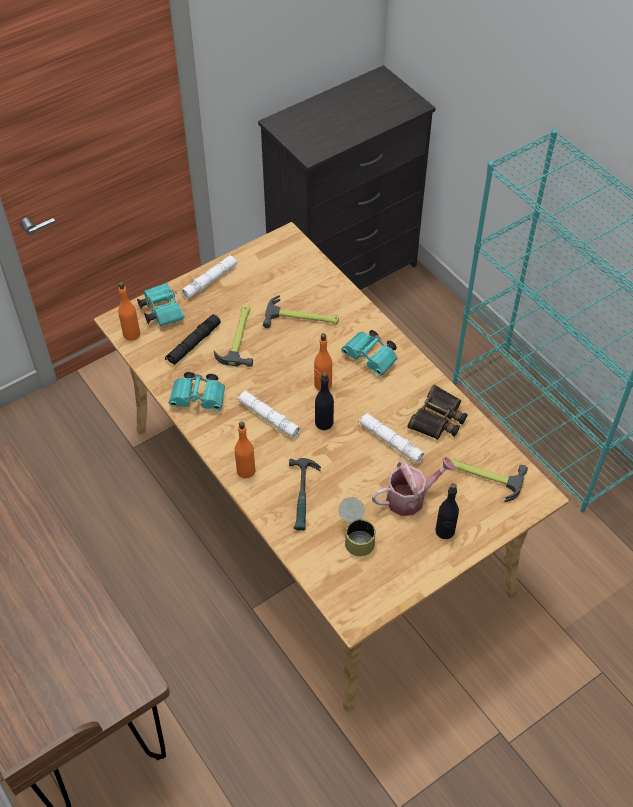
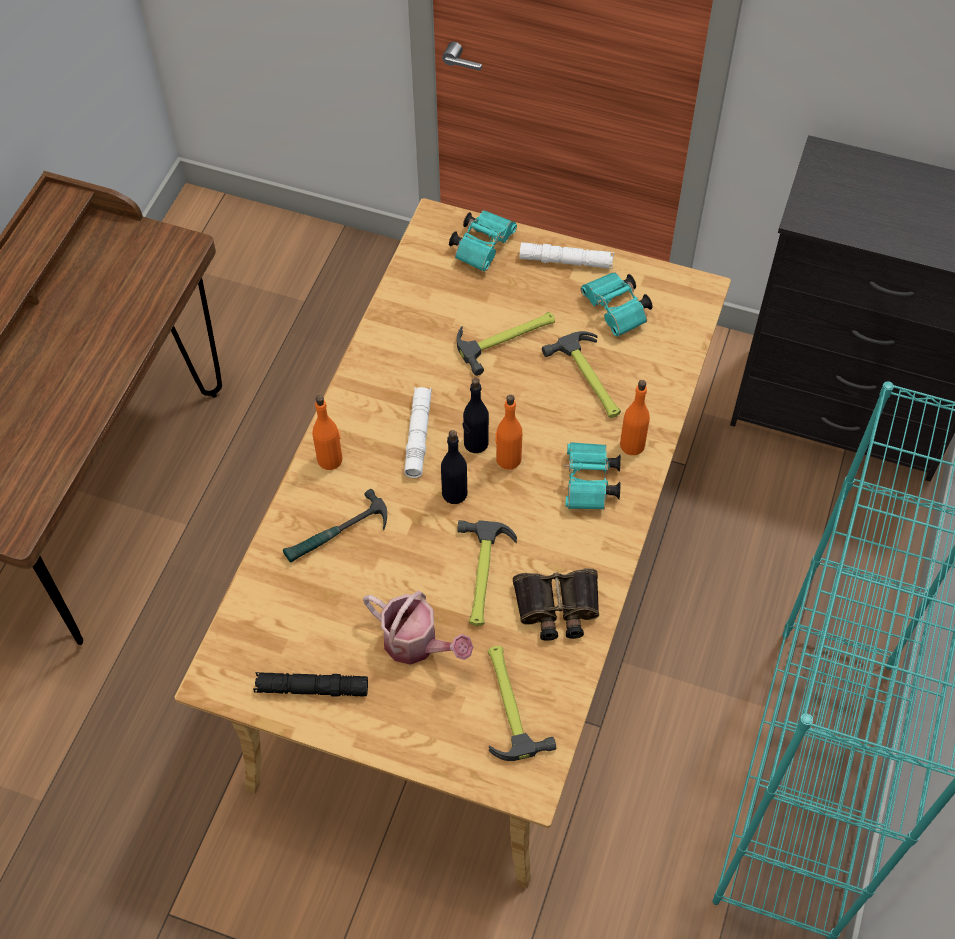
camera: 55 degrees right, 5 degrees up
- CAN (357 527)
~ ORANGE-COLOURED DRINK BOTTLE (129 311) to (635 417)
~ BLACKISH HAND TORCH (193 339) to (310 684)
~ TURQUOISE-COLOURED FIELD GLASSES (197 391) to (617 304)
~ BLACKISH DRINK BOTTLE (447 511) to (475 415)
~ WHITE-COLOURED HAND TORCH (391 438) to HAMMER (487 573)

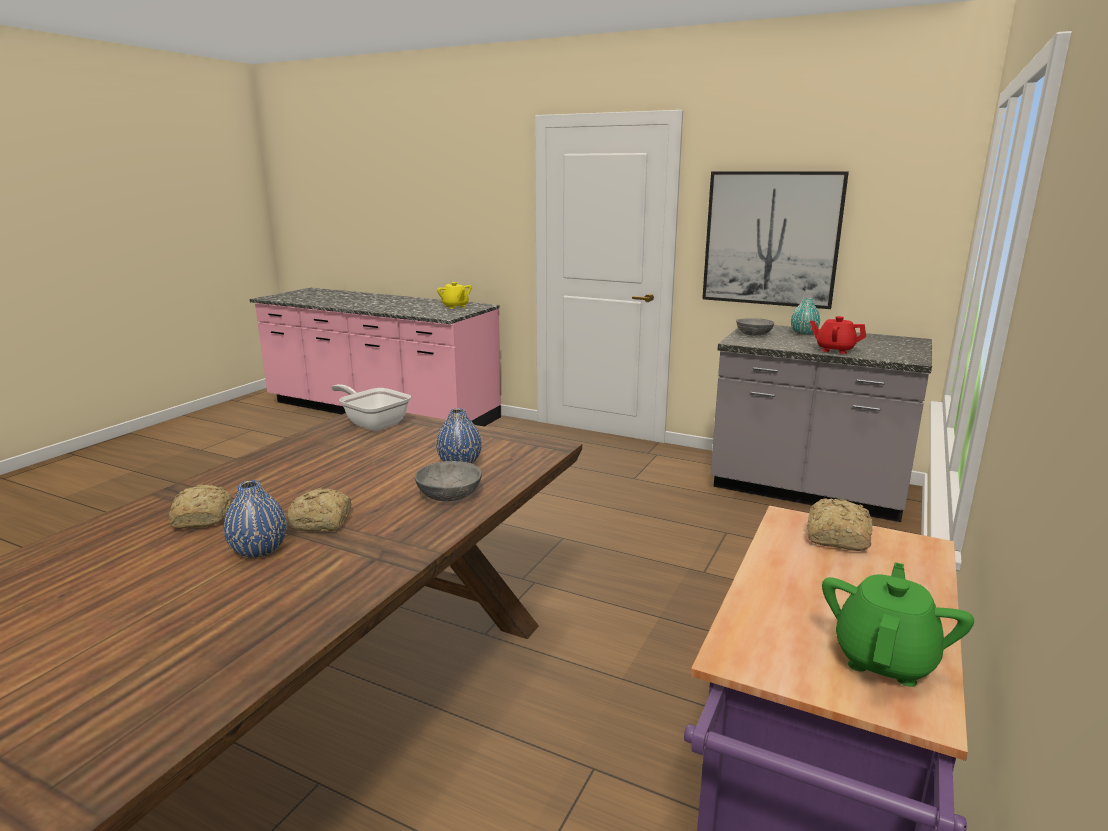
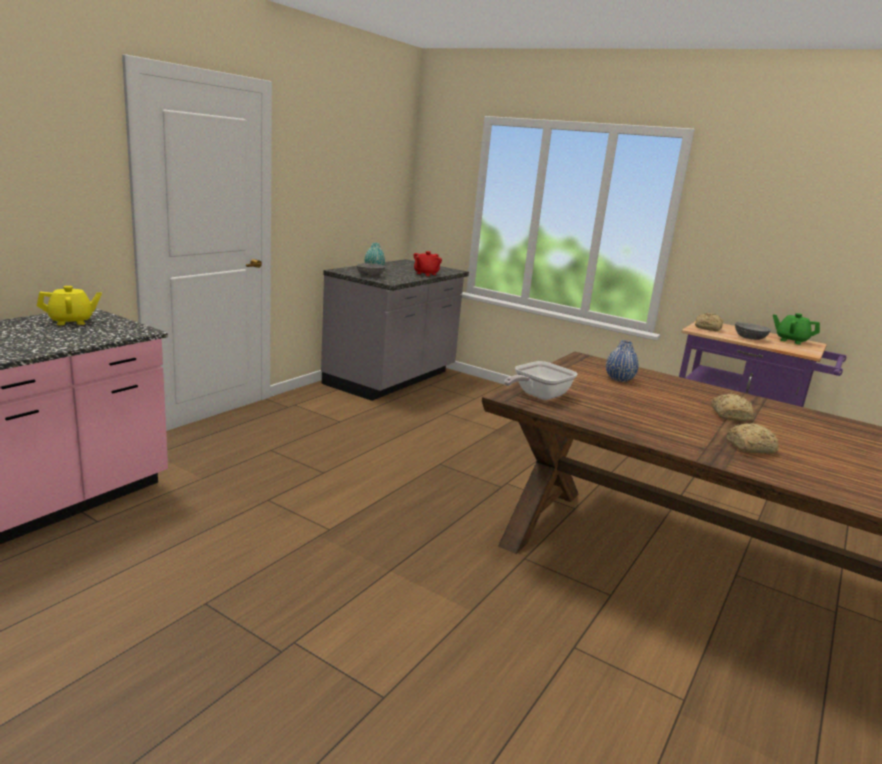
camera: 85 degrees left, 0 degrees up
- BLUISH DECORATIVE VASE (255 519)
- WALL ART (775 240)
~ GREY BOWL (448 481) to (753 331)

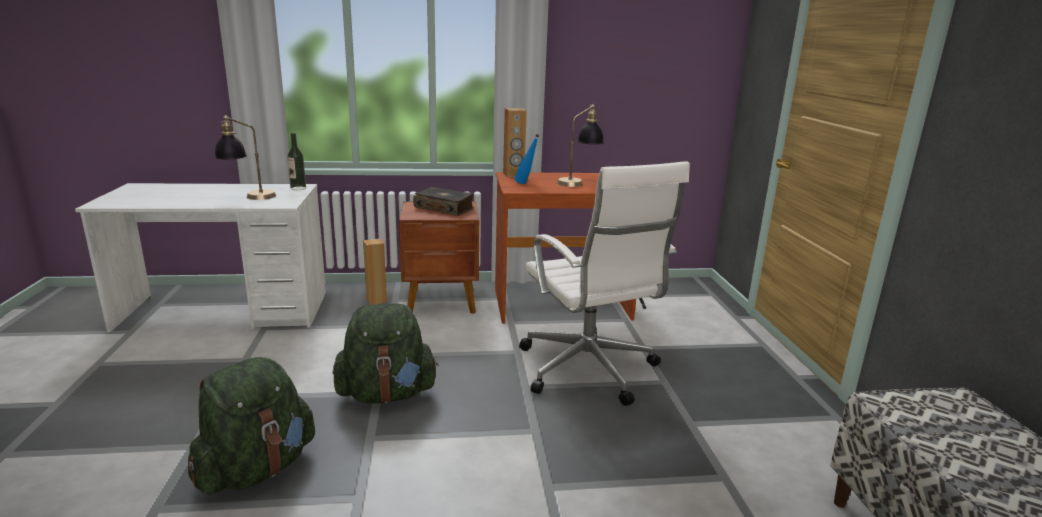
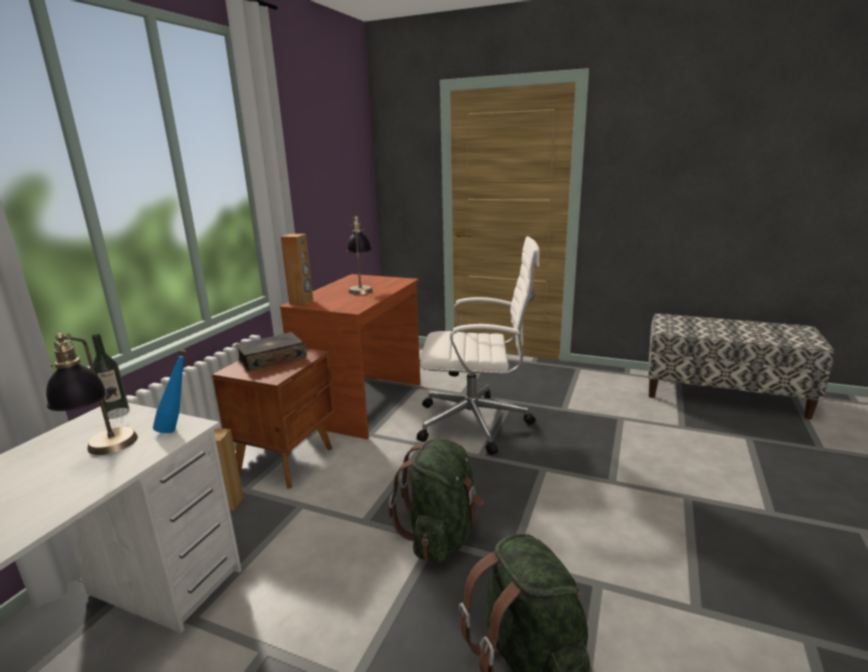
camera: 60 degrees left, 0 degrees up
~ BLUISH DRINK BOTTLE (527 159) to (169 391)

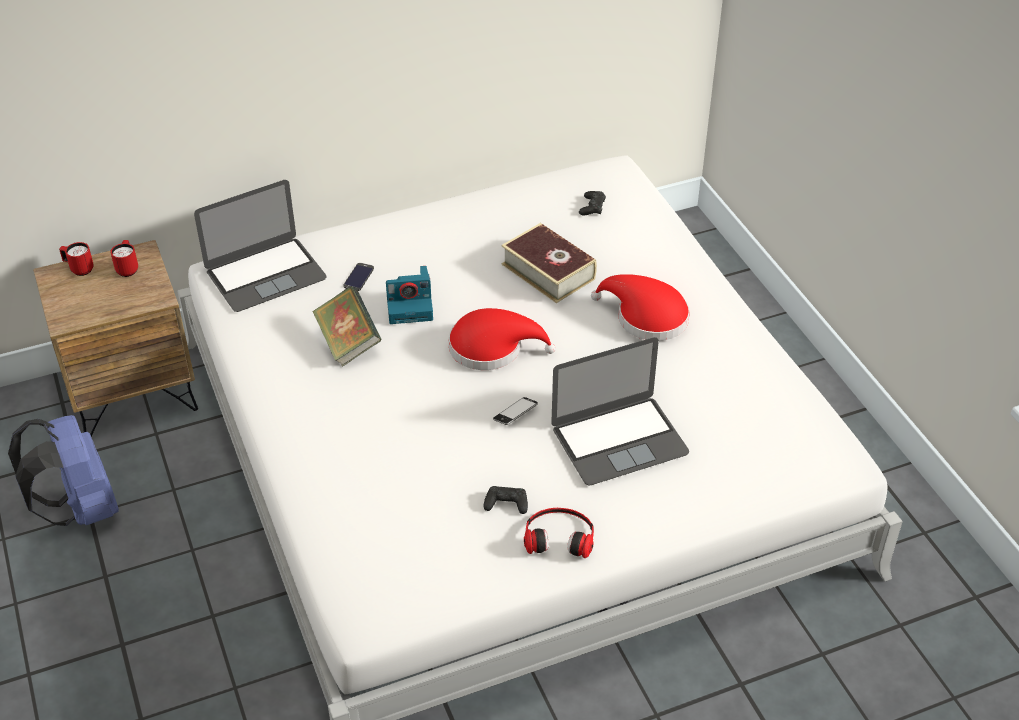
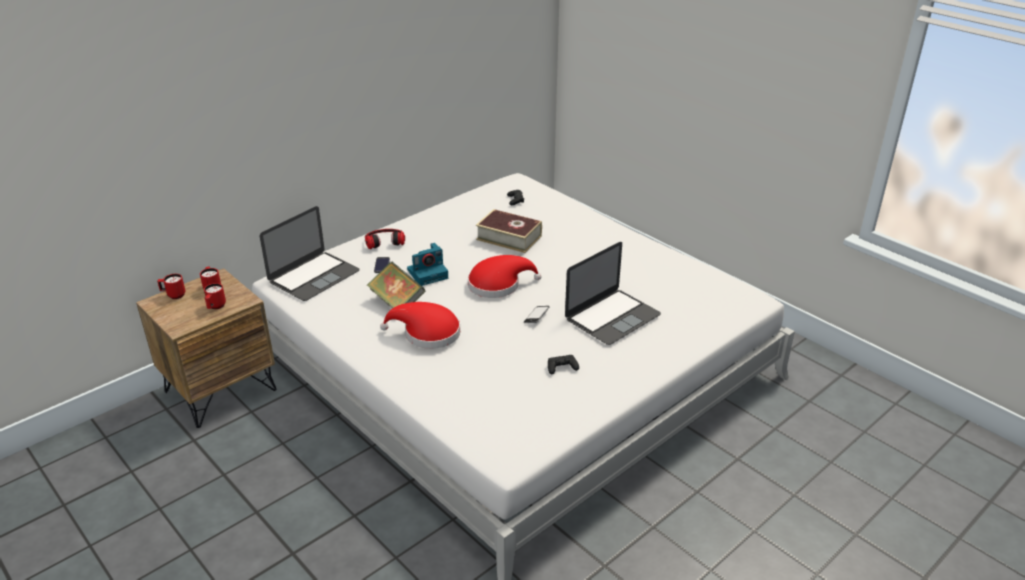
camera: 20 degrees left, 10 degrees down
- BLUISH BACKPACK (63 470)
+ RED MUG (215 296)
~ HEADSET (559 533) to (385 239)
~ RED WEARABLE HAT (640 307) to (420 325)

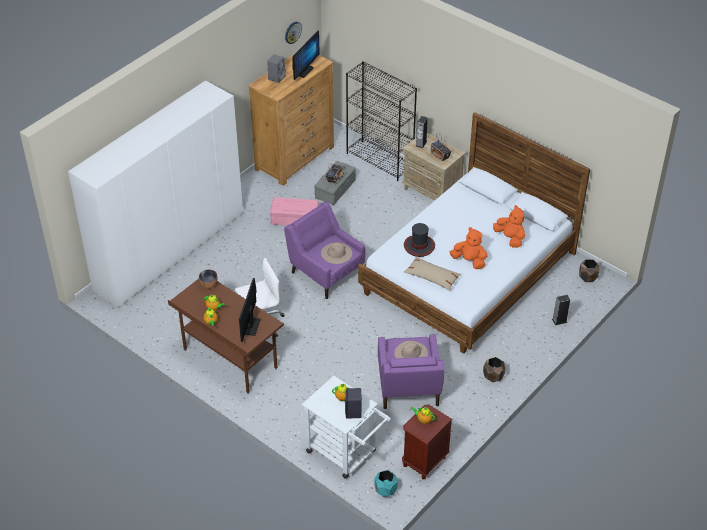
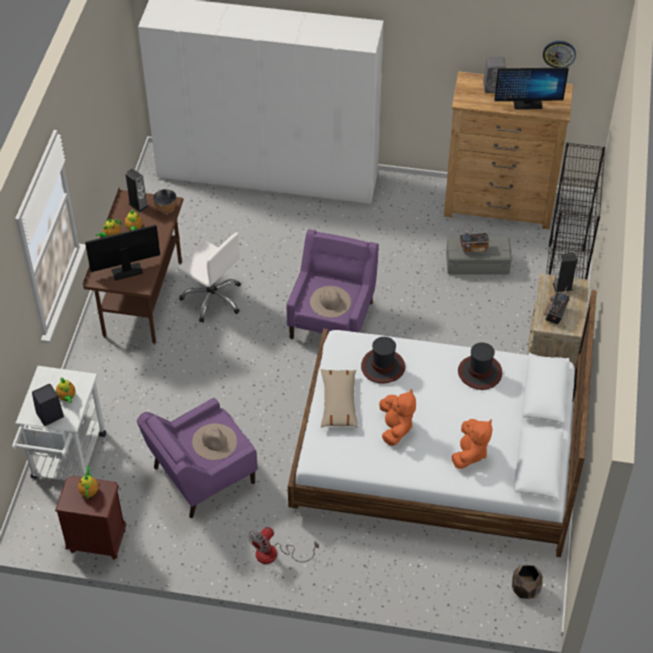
camera: 60 degrees right, 5 degrees up
- PINK STORAGE CONTAINER (294 211)
- TURQUOISE-COLOURED FLOWER POT (386 483)
+ WEARABLE HAT (480 366)
~ SPEAKER (561 310) to (136 190)
~ BROWN FLOWER POT (494 369) to ELECTRIC FAN (283 545)

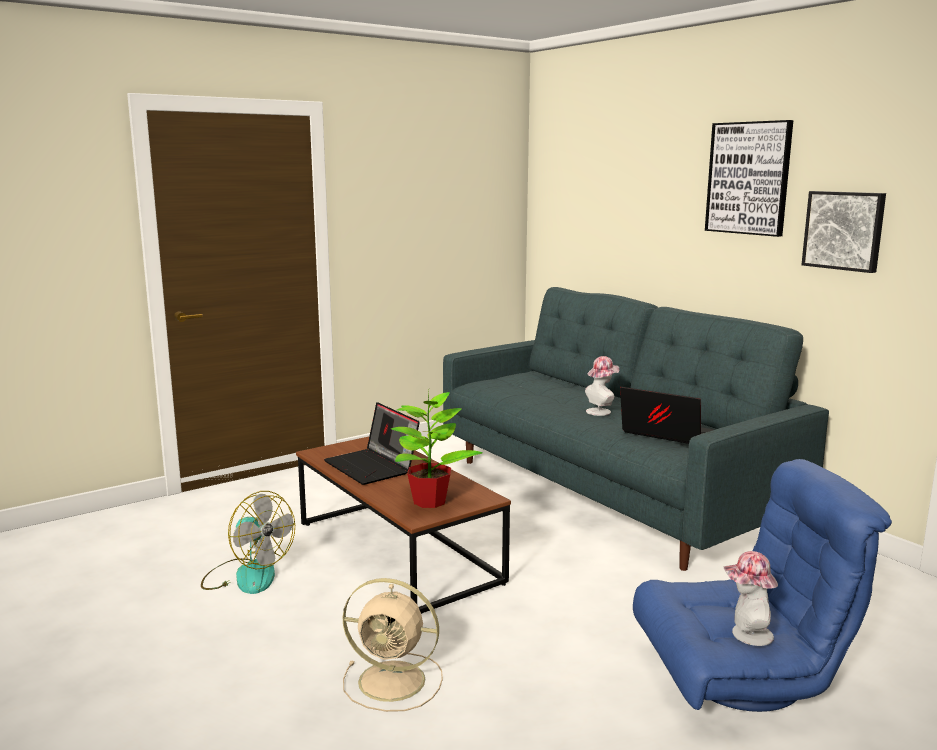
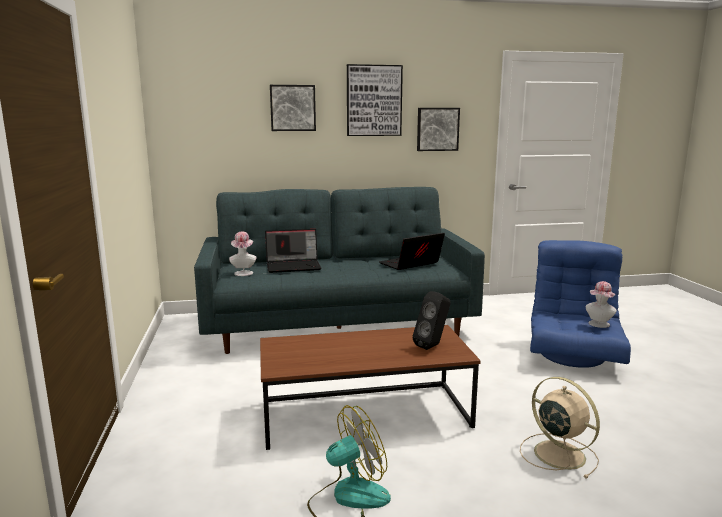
camera: 65 degrees left, 0 degrees up
+ WALL ART (293 108)
~ NOTEBOOK COMPUTER (372 443) to (293 251)
~ WEARABLE HAT (602 386) to (243 253)
~ PLANT IN A POT (437 449) to BLACKISH SPEAKER (431 320)
~ BEIGE ELECTRIC FAN (393 645) = (560 428) 75 degrees counterclockwise

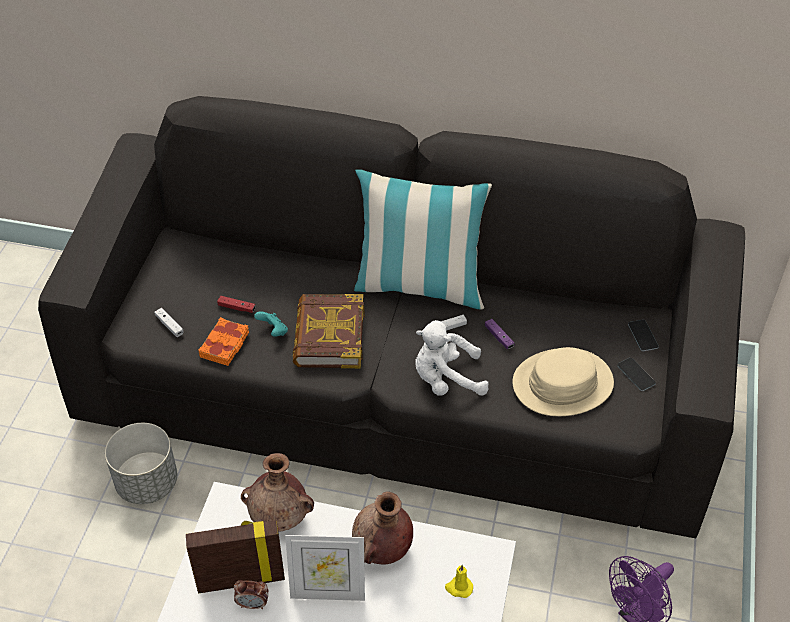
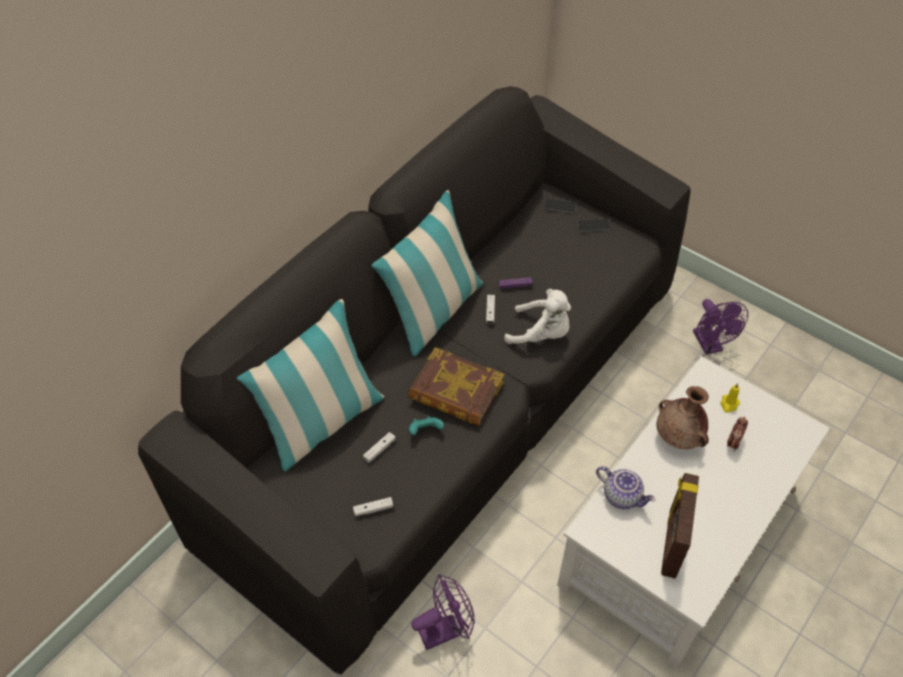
camera: 65 degrees left, 5 degrees up
- ORANGE-COLOURED VOLUME (224 341)
- STANDING FRAME (325 568)
- BEIGE WEARABLE HAT (563 381)
+ PILLOW (310 385)
~ BEDSIDE CLOCK (251 594) to (737 434)
~ GREY FLOWER POT (141 463) to PURPLE-COLOURED ELECTRIC FAN (443 612)
~ BROWN DECORATIVE VASE (277 492) to TEAPOT (625 487)
~ RED JOYPAD (236 304) to WHITE-COLOURED JOYPAD (379 447)
~ WHITE-COLOURED SOFT TOY (452 358) = (537 316) 90 degrees counterclockwise

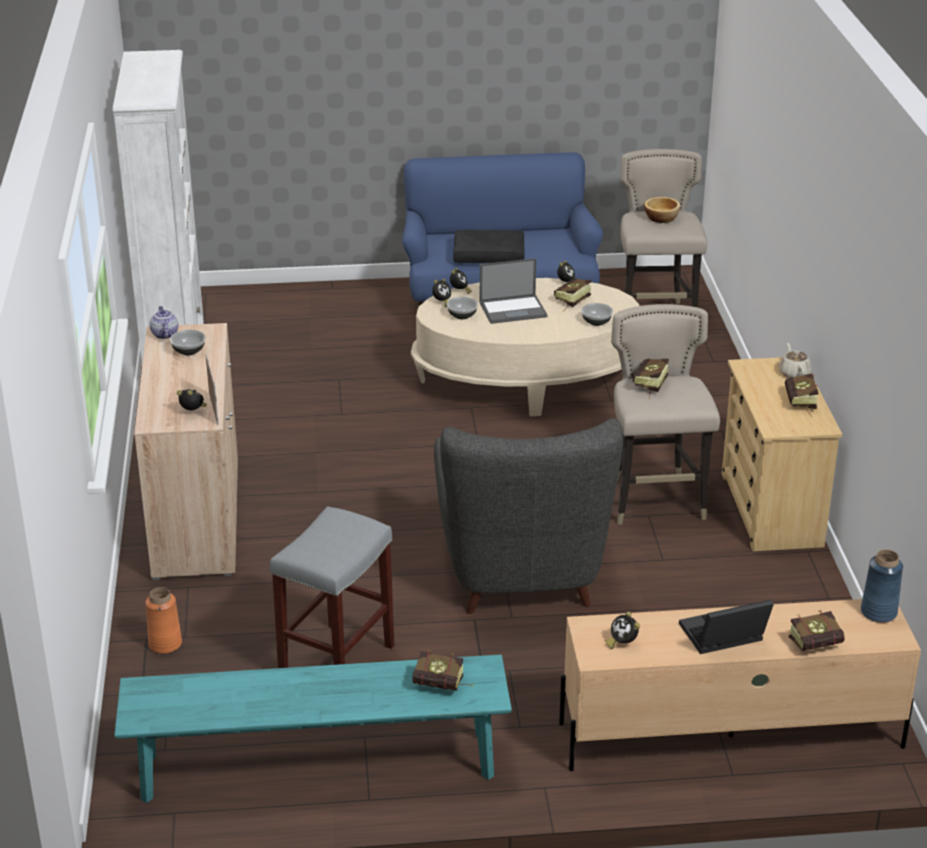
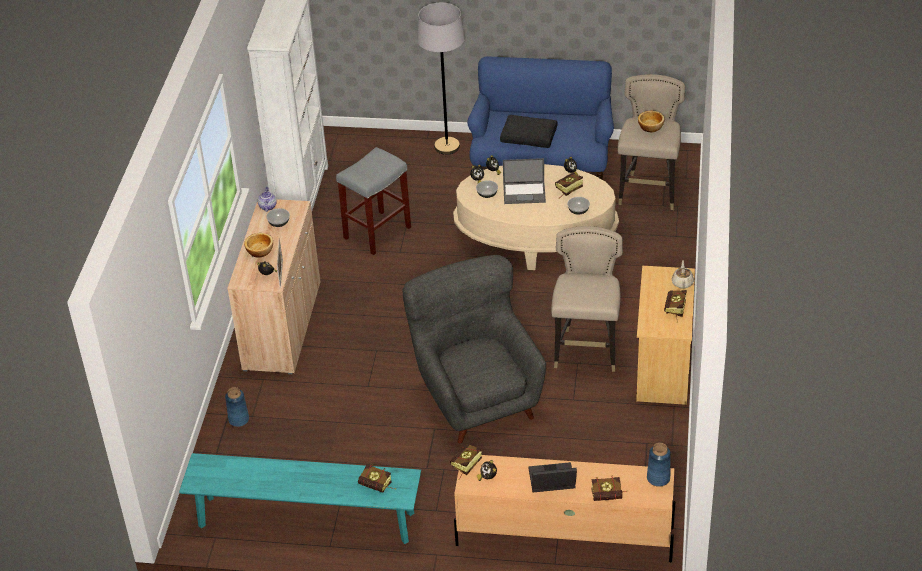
camera: 15 degrees right, 10 degrees up
+ BOWL (258 245)
+ GREY FLOOR LAMP (441 79)
~ GREY STOOL SEAT (332 587) to (373 201)
~ VOLUME (651 379) to (466 462)
~ ORANGE-COLOURED DECORATIVE VASE (163 620) to BLUISH DECORATIVE VASE (237 407)
~ GREY EASY CHAIR (528 516) = (474 349) 150 degrees clockwise

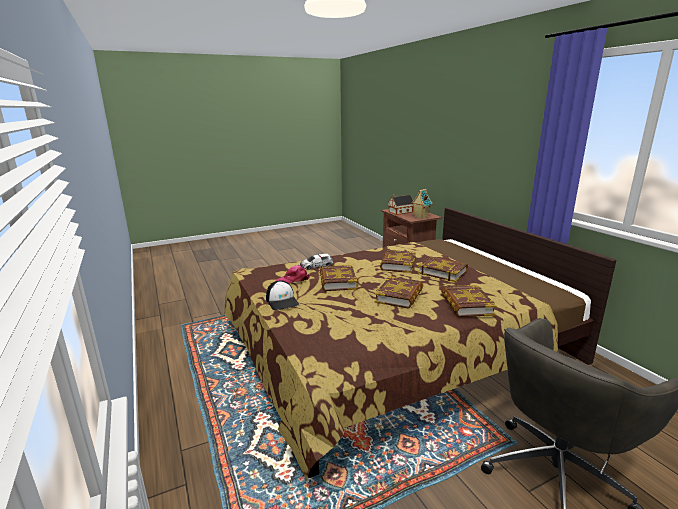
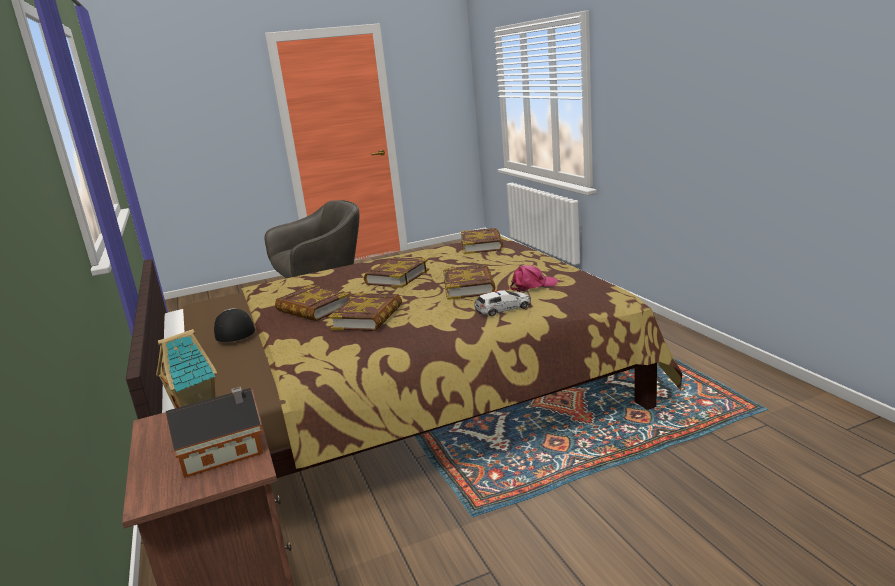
camera: 175 degrees left, 0 degrees up
~ BASEBALL CAP (282 295) to (234 325)
~ VOLUME (469 301) to (482 241)

